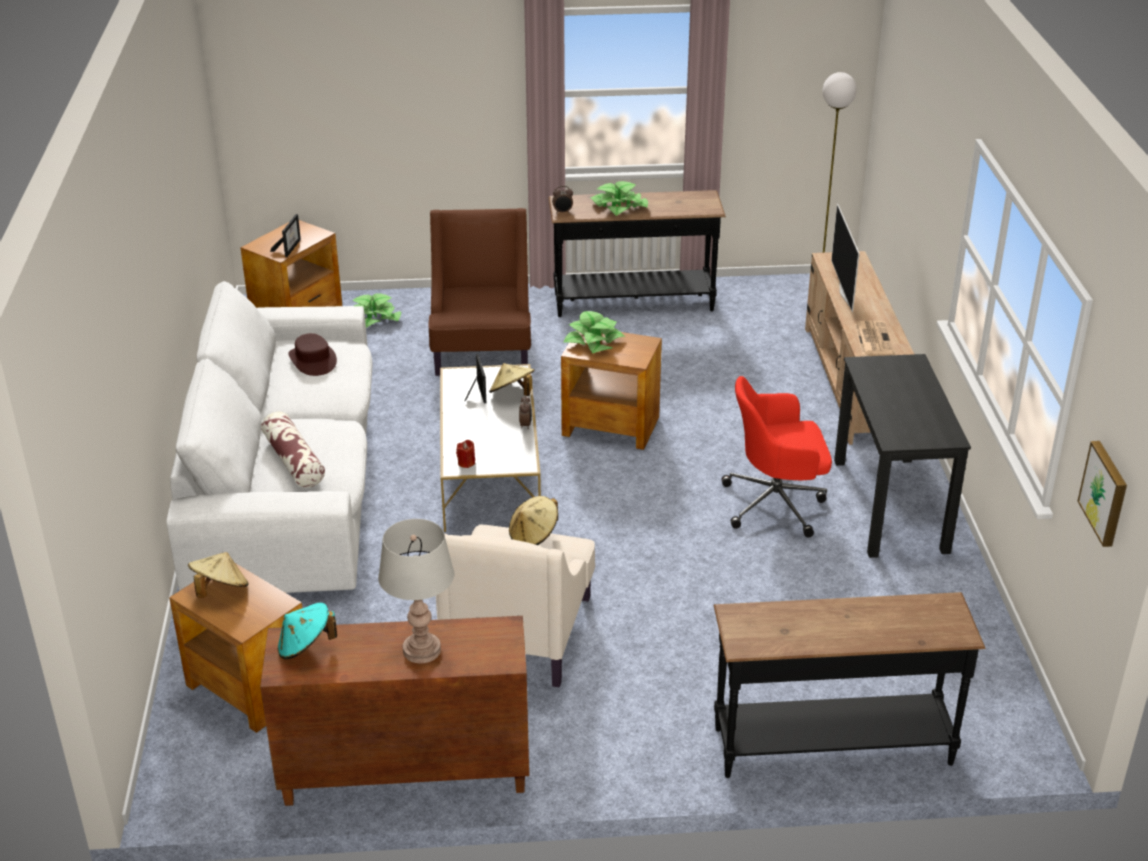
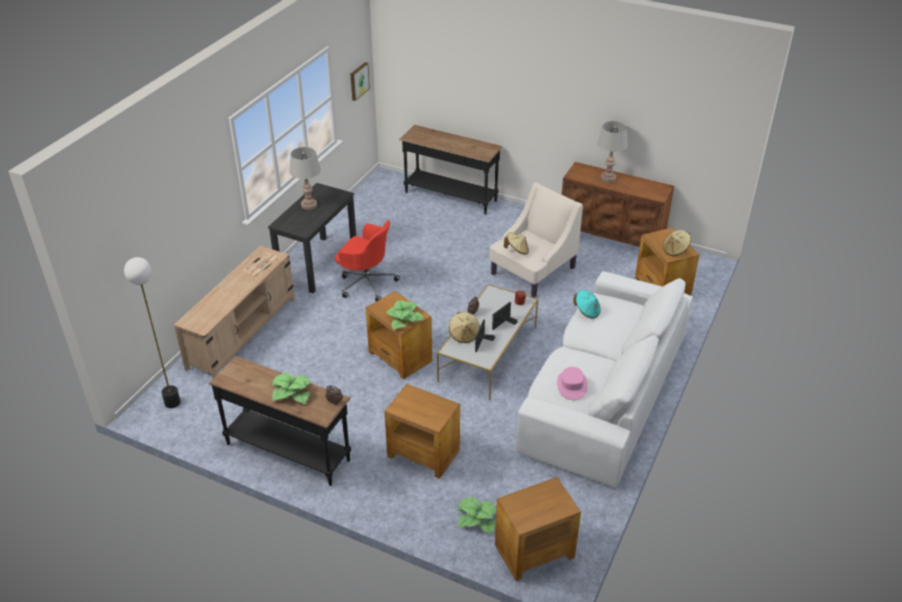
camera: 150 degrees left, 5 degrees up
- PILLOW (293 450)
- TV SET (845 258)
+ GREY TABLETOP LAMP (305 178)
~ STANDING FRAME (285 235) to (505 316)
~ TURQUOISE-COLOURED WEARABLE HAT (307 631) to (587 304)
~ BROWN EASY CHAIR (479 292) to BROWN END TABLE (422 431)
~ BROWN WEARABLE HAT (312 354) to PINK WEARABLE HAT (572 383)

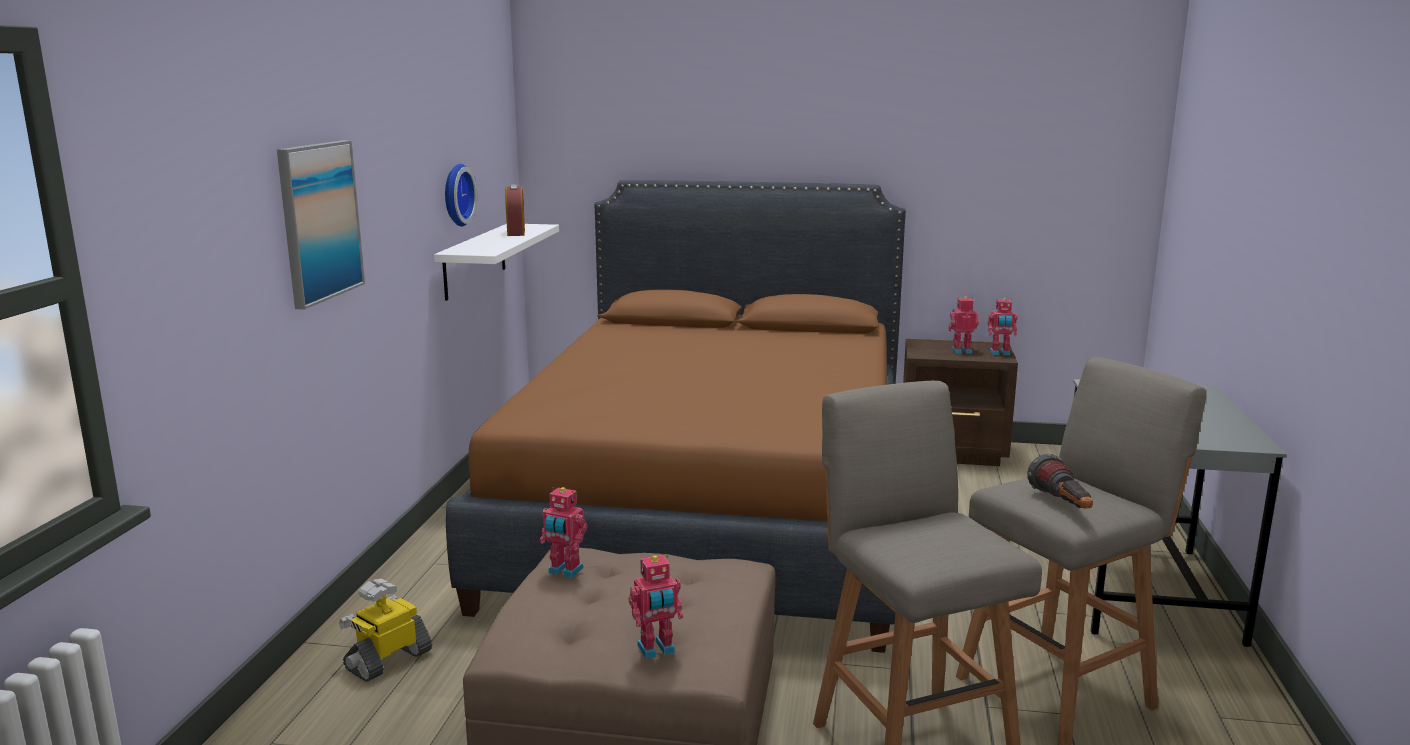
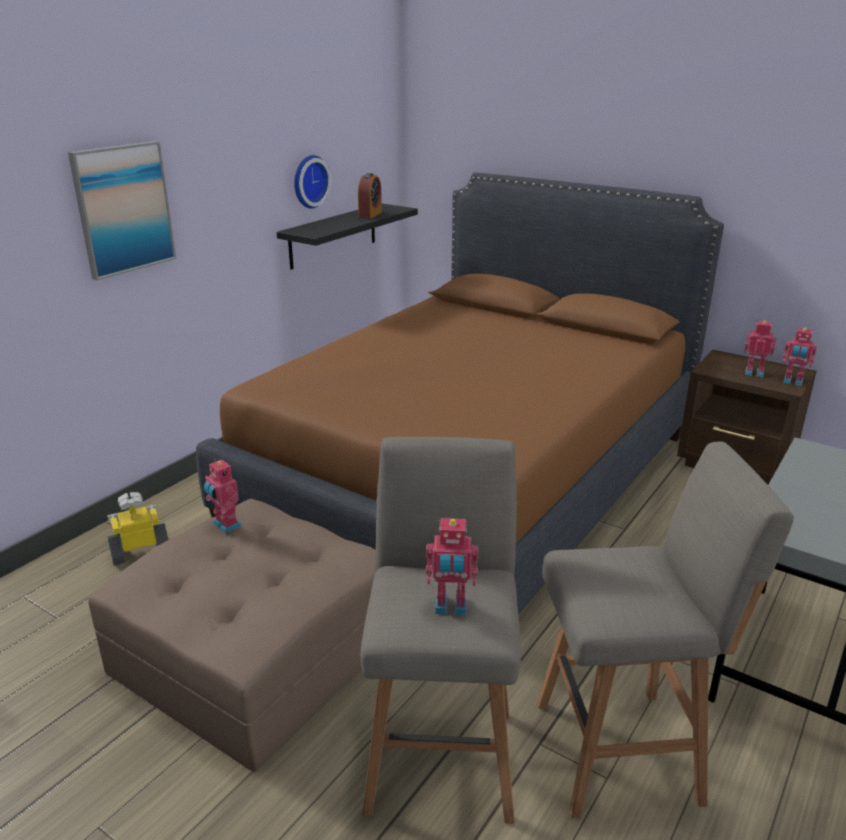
camera: 25 degrees right, 10 degrees up
- HAND TORCH (1060 481)
~ ROBOT FIGURE (656 607) to (452 566)
~ WHITE-COLOURED SHELF (496 262) to BLACKISH SHELF (347 237)

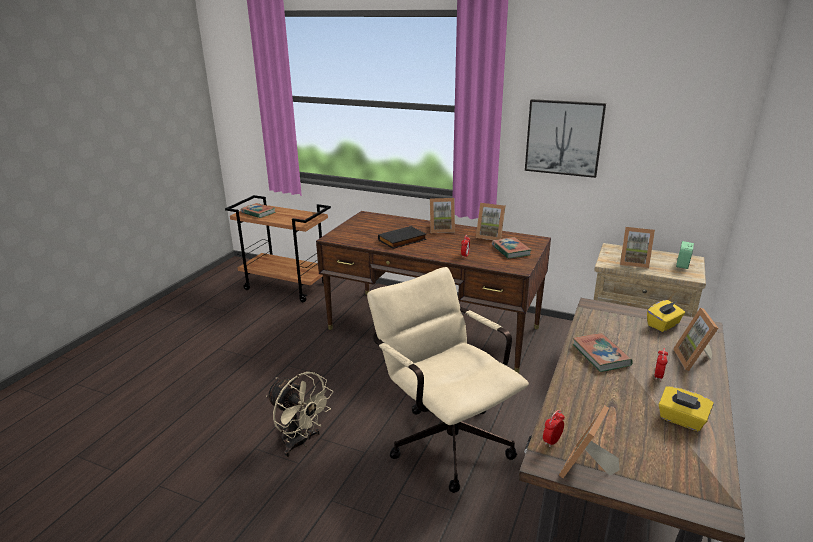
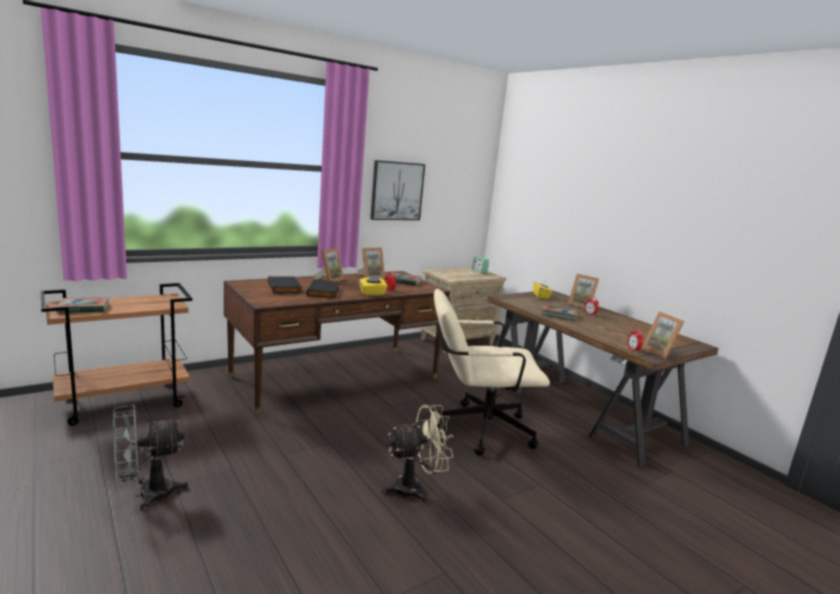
camera: 60 degrees left, 10 degrees down
- STANDING FRAME (637 247)
+ GREY ELECTRIC FAN (151 458)
+ BLACKISH VOLUME (285 284)
~ YELLOWISH TISSUE HOLDER (686 408) to (373 285)

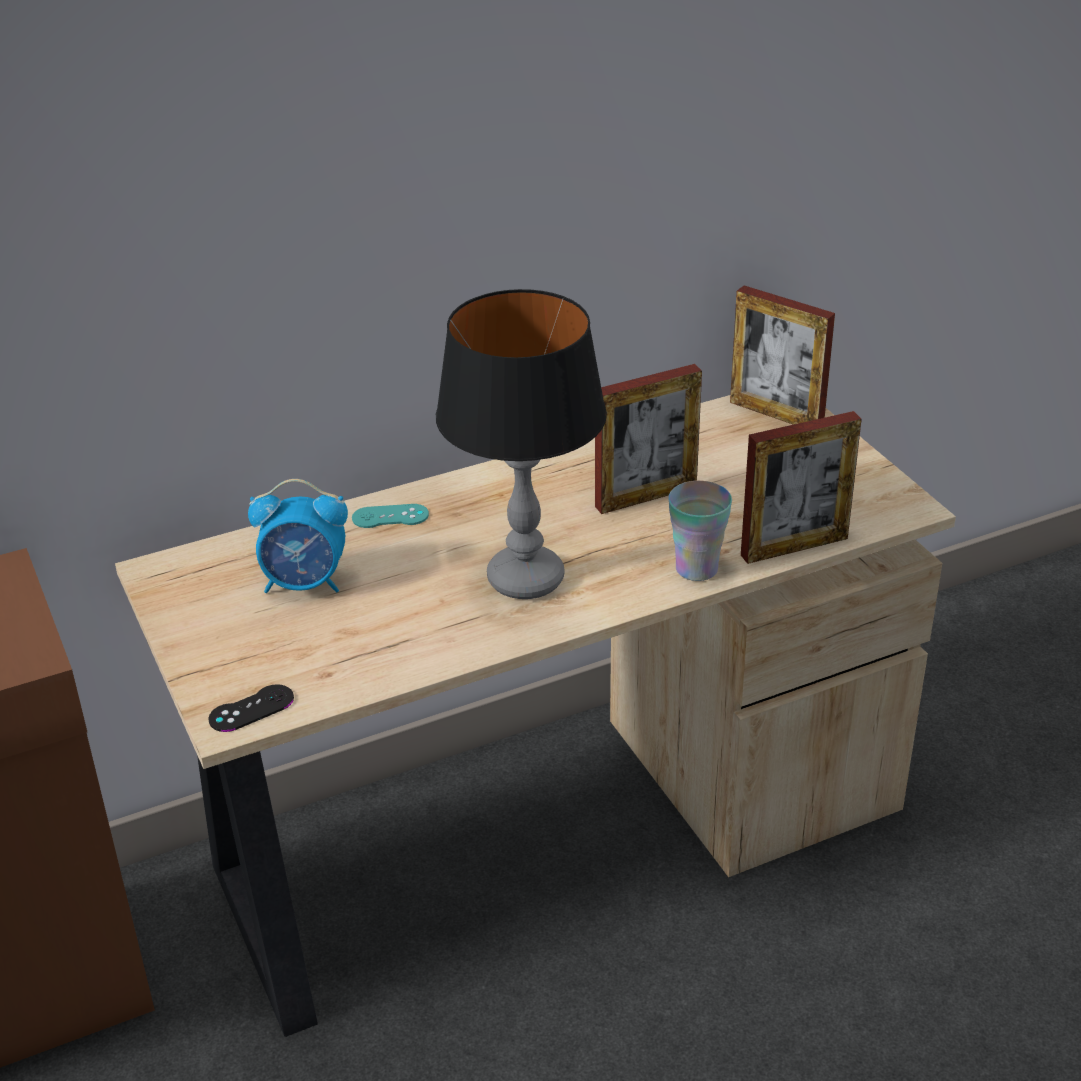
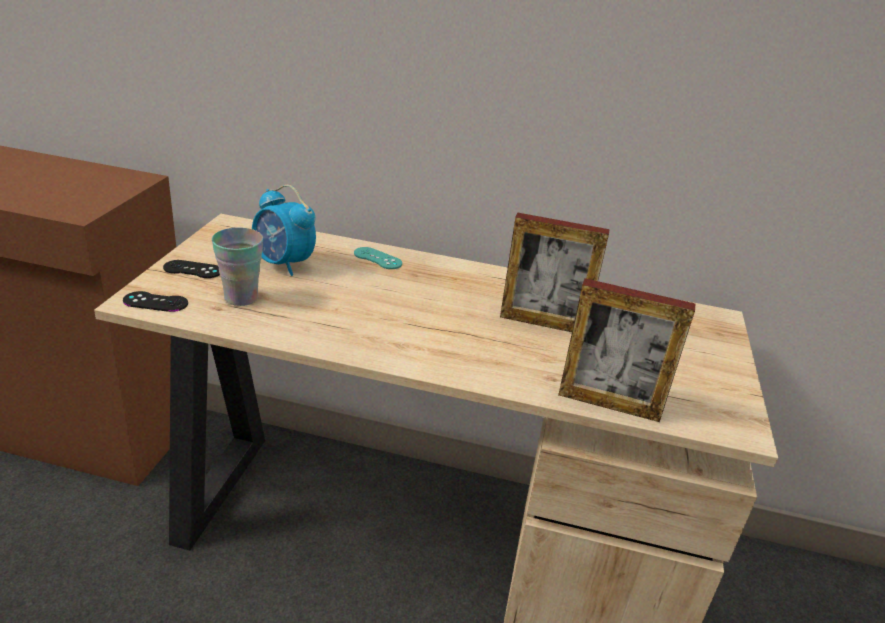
camera: 35 degrees right, 5 degrees down
- TABLETOP LAMP (521 444)
- STANDING FRAME (782 355)
+ BLACKISH JOYPAD (191 269)
~ DRINKING CUP (700 531) to (237 266)

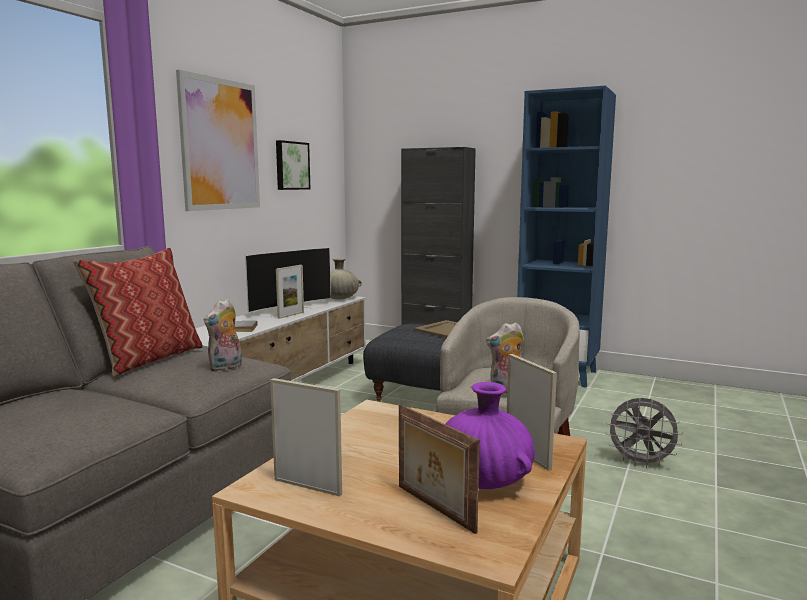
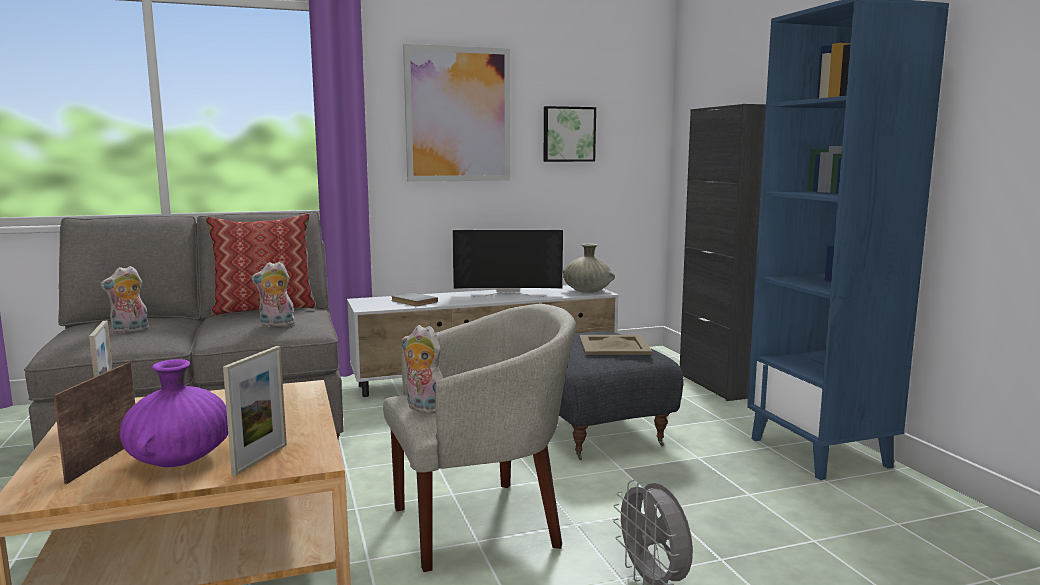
camera: 45 degrees right, 0 degrees up
- STANDING FRAME (290 292)
+ SOFT TOY (124 299)

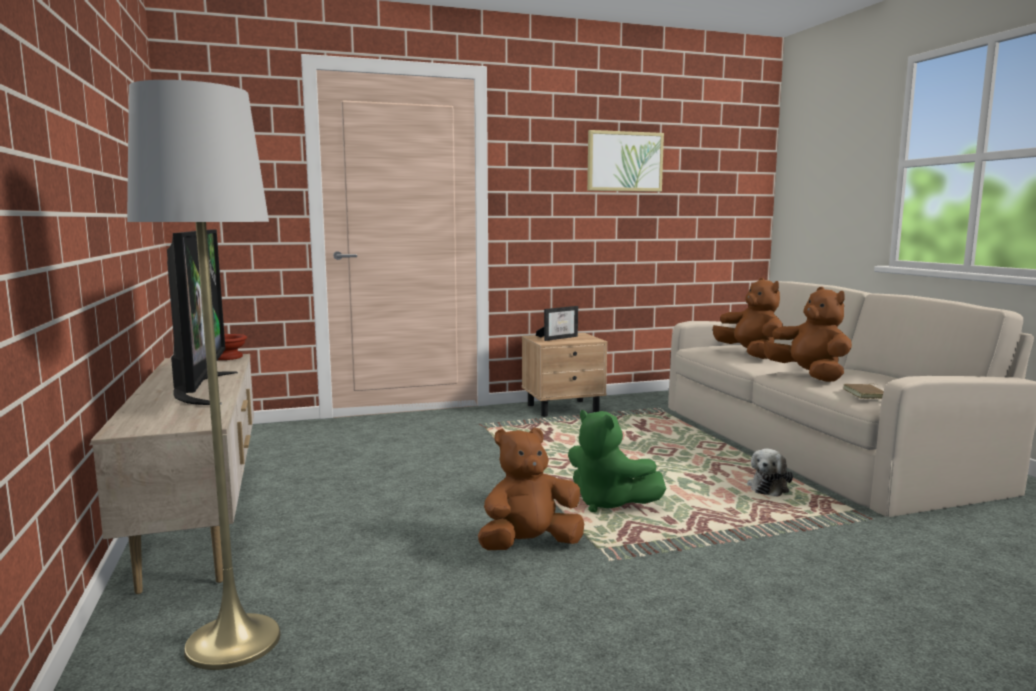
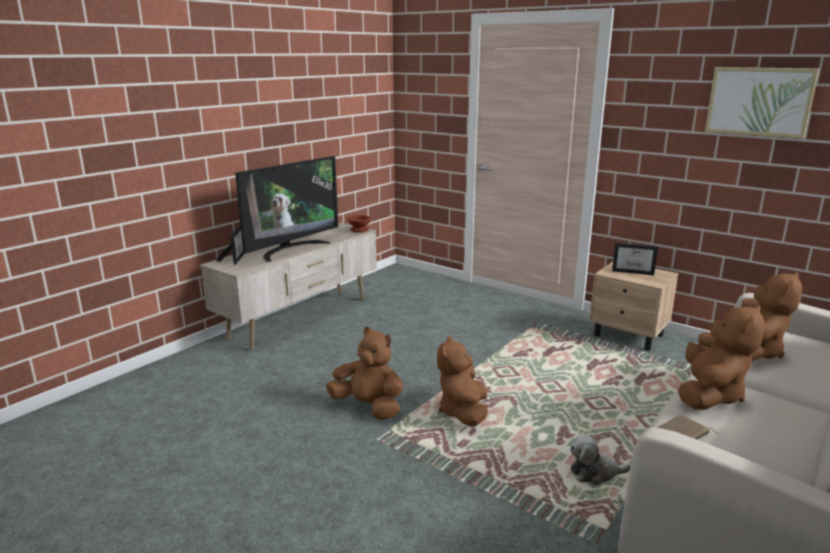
camera: 55 degrees right, 10 degrees up
- GREY FLOOR LAMP (204 375)
+ STANDING FRAME (230 245)
~ GREENISH SOFT TOY (617 461) to BROWN SOFT TOY (462 381)

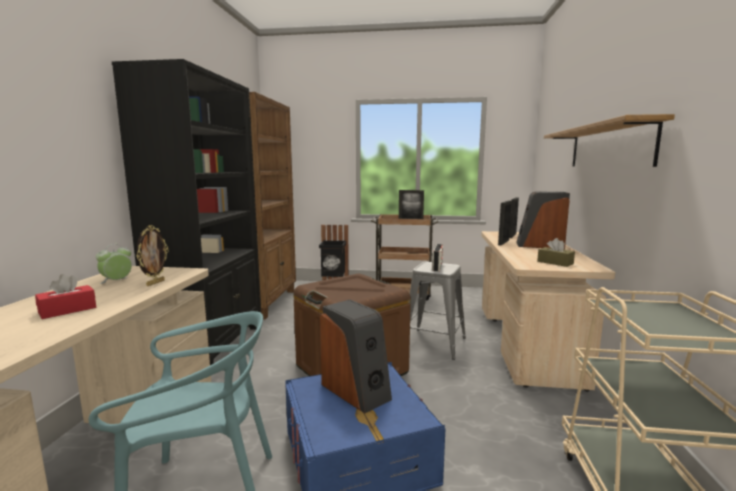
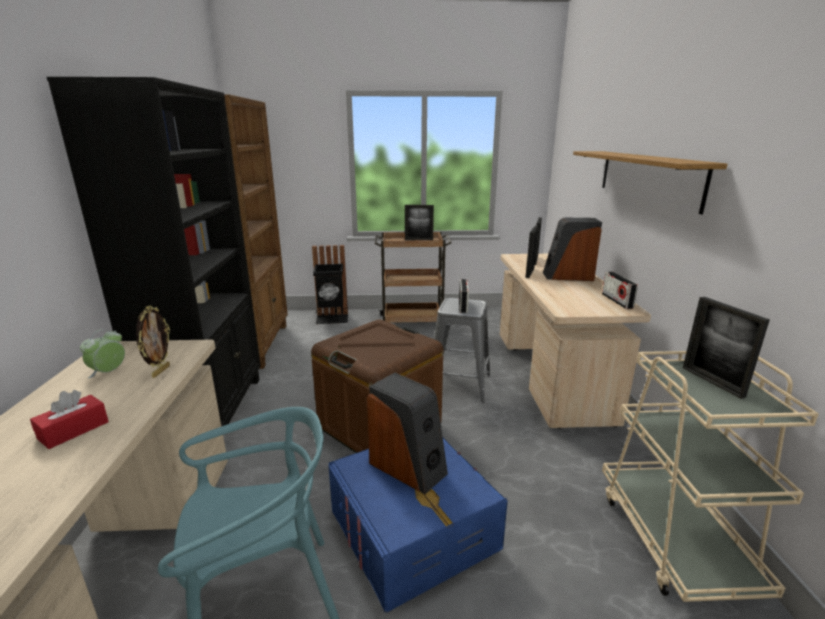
camera: 10 degrees left, 10 degrees up
- BROWN TISSUE HOLDER (556 252)
+ RADIO RECEIVER (620 290)
+ STANDING FRAME (726 348)

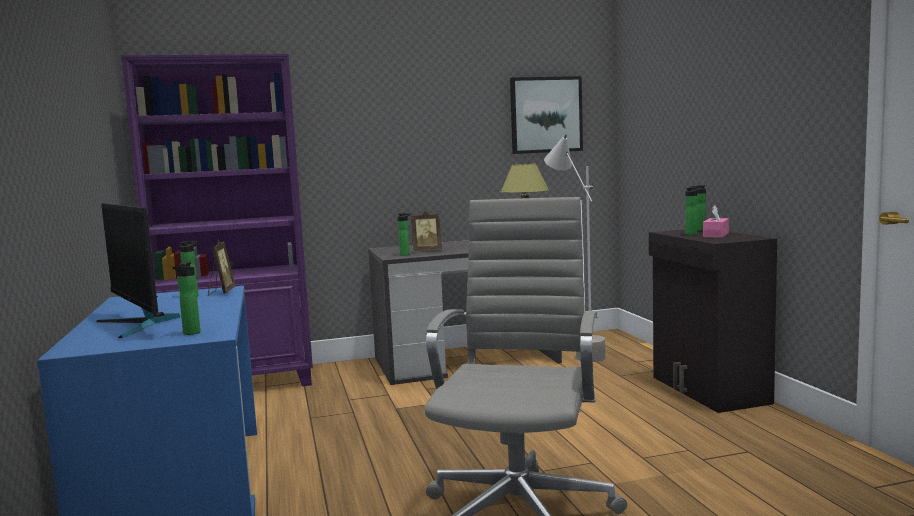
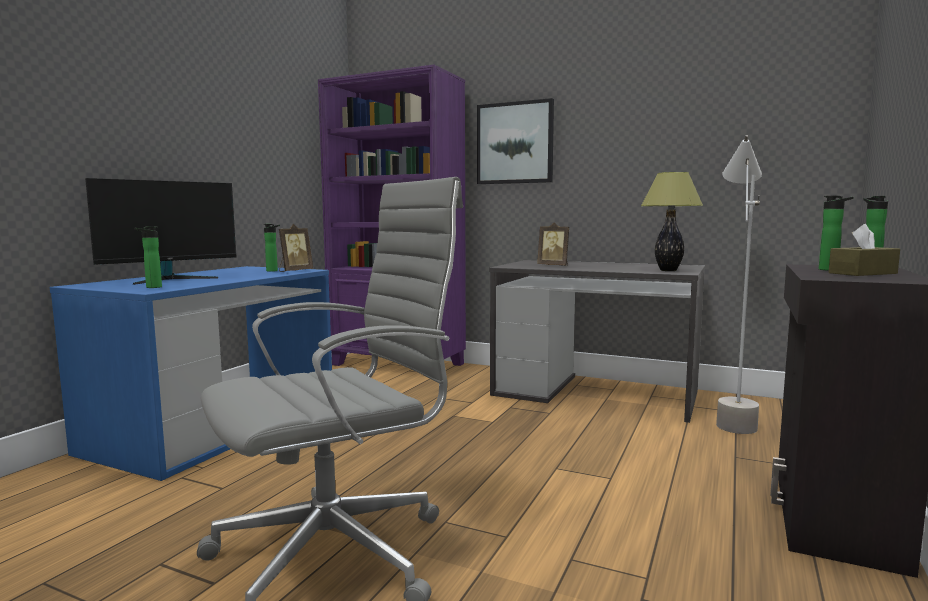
camera: 40 degrees right, 0 degrees up
- DRINK BOTTLE (404 234)
~ WALL ART (546 115) to (515 141)
~ PINK TISSUE HOLDER (716 221) to BROWN TISSUE HOLDER (864 250)
~ COMPUTER DISPLAY (138 270) = (161 231) 135 degrees counterclockwise

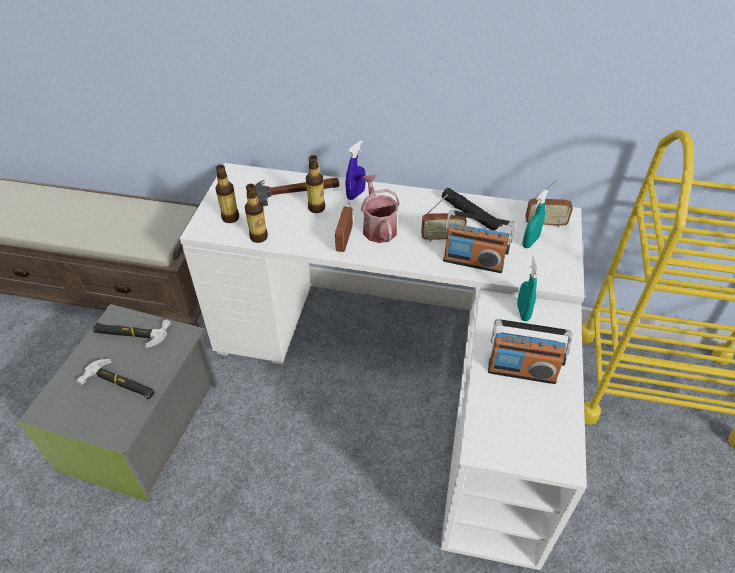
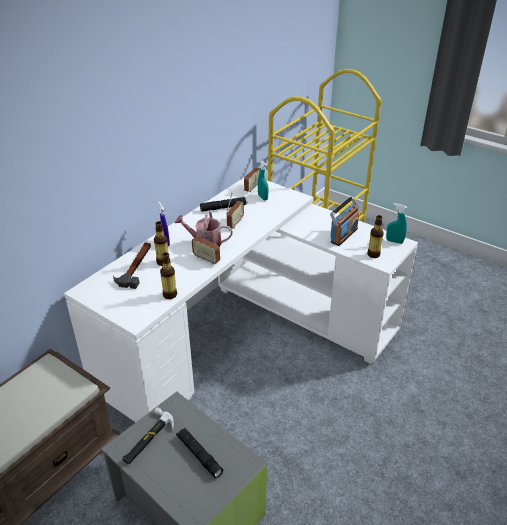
camera: 65 degrees left, 10 degrees down
- RADIO RECEIVER (479 241)
~ DRINK BOTTLE (227 194) to (375 236)
~ TURQUOISE-COLOURED HAND SPRAYER (528 288) to (396 223)
~ HAMMER (115 379) to BLACKISH HAND TORCH (199 452)

